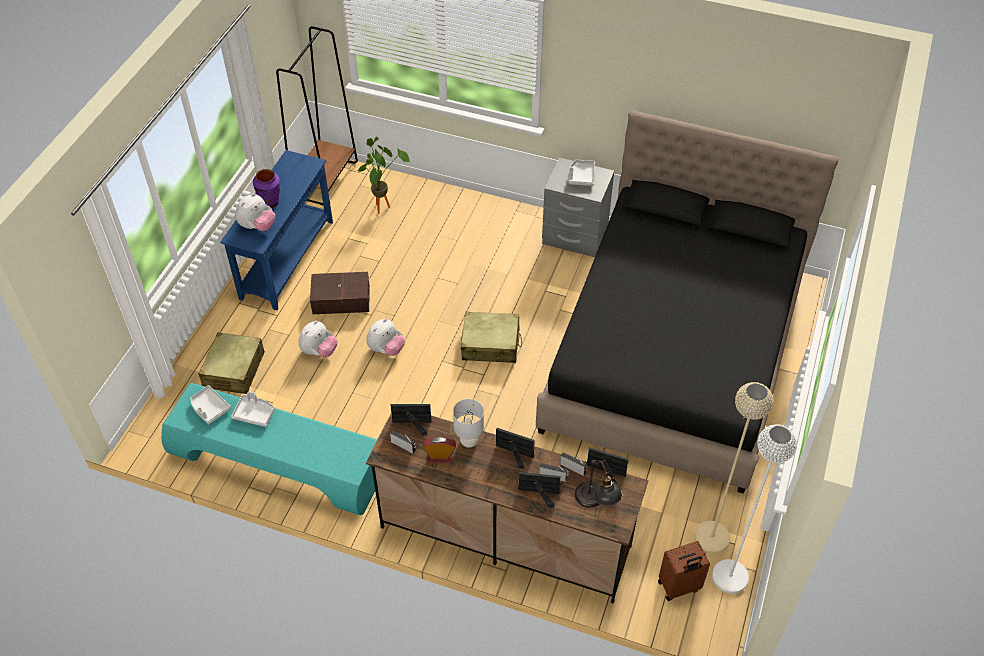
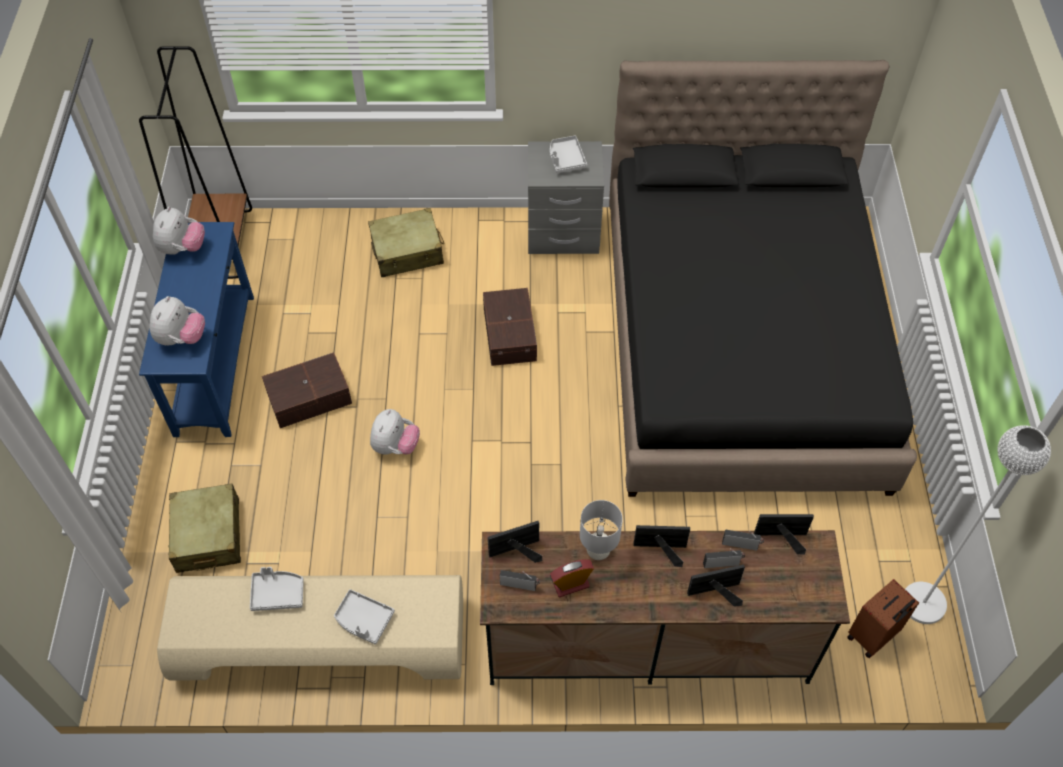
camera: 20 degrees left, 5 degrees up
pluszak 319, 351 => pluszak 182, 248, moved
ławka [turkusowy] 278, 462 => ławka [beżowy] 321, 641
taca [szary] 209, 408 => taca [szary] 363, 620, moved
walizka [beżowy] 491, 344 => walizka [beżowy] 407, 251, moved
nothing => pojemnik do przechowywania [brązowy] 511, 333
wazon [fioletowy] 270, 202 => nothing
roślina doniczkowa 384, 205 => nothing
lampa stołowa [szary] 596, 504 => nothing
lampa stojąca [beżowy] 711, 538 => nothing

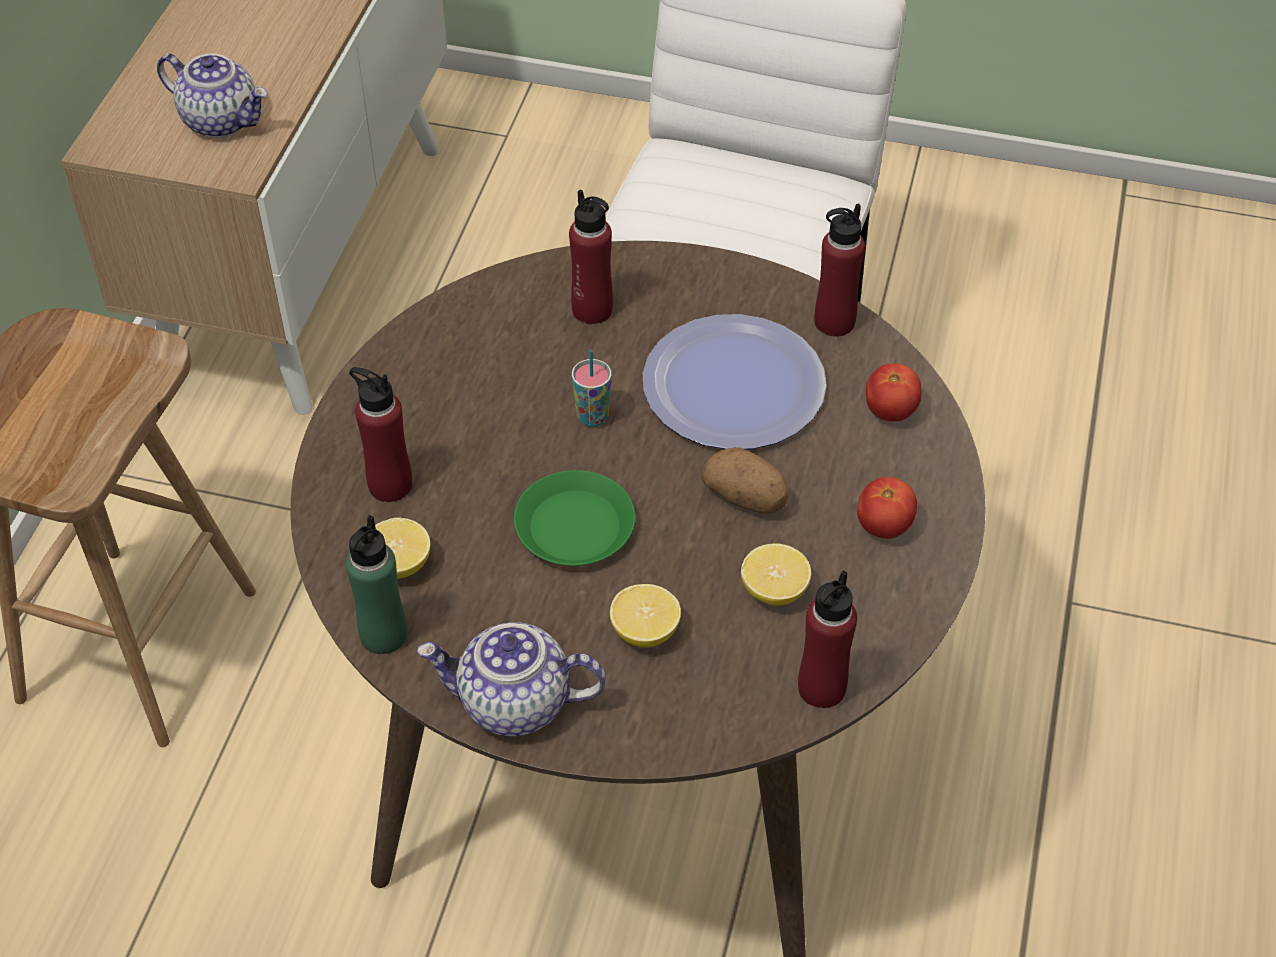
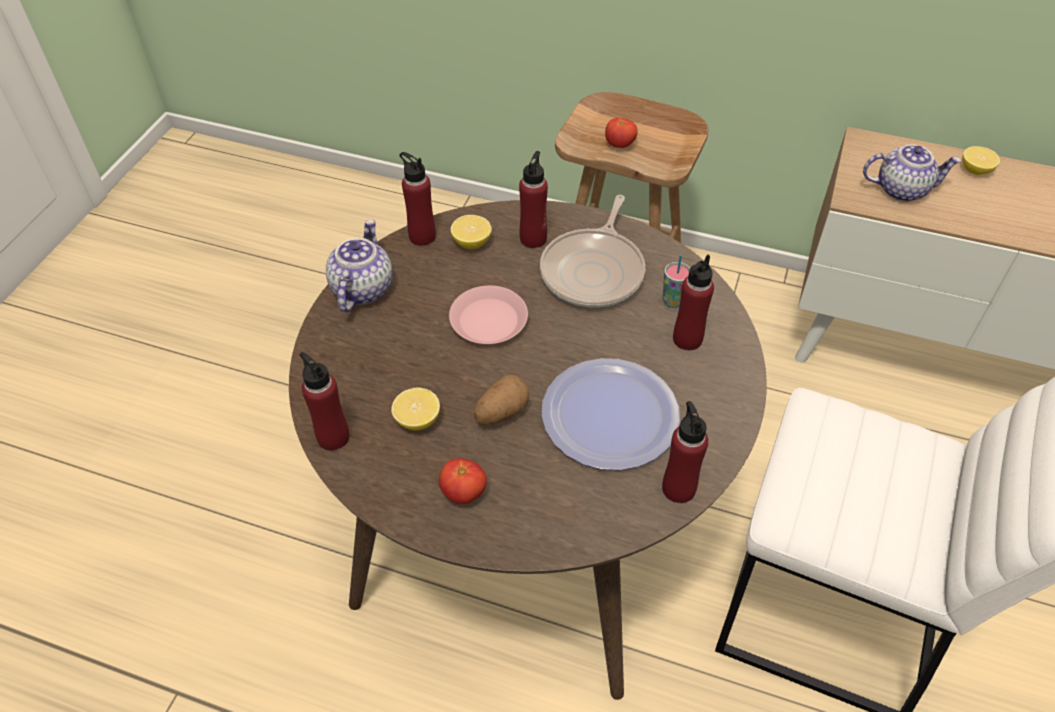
camera: 95 degrees right, 0 degrees up
butelka [zielony] 383, 635 => butelka [czerwony] 422, 236
talerz [zielony] 575, 527 => talerz [różowy] 488, 321
nothing => patelnia 594, 271
pomidor 890, 411 => pomidor 620, 145, moved
filiżanka 592, 417 => filiżanka 672, 301, moved
imbryk 222, 120 => imbryk 902, 189, 120 degrees counterclockwise
cytryna 645, 631 => cytryna 975, 170, moved

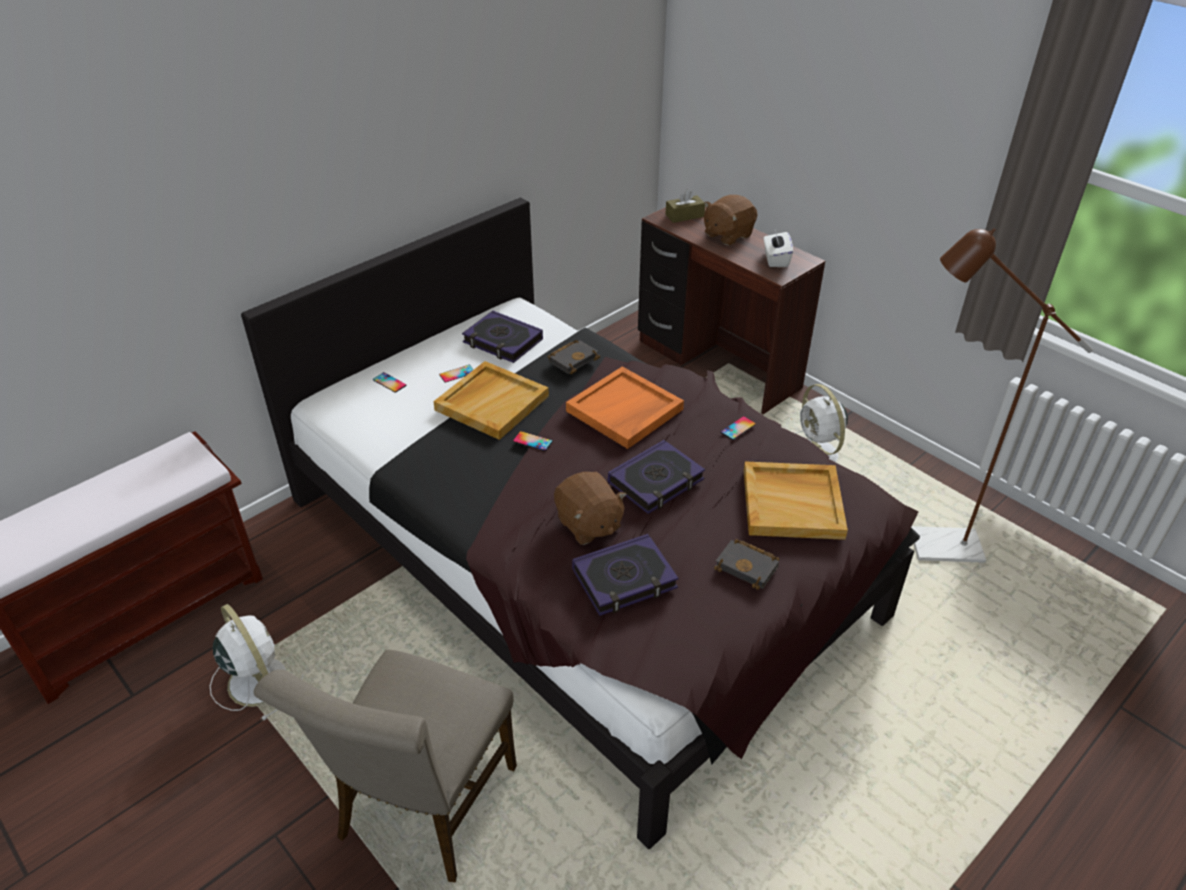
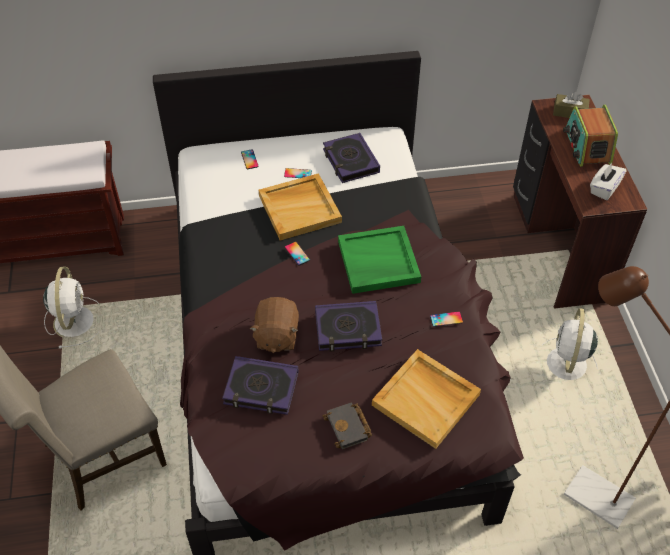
camera: 35 degrees right, 10 degrees up
taca [pomarańczowy] 624, 411 => taca [zielony] 378, 262
pluszak [brązowy] 727, 235 => radio 587, 146
książka [czarny] 573, 359 => nothing

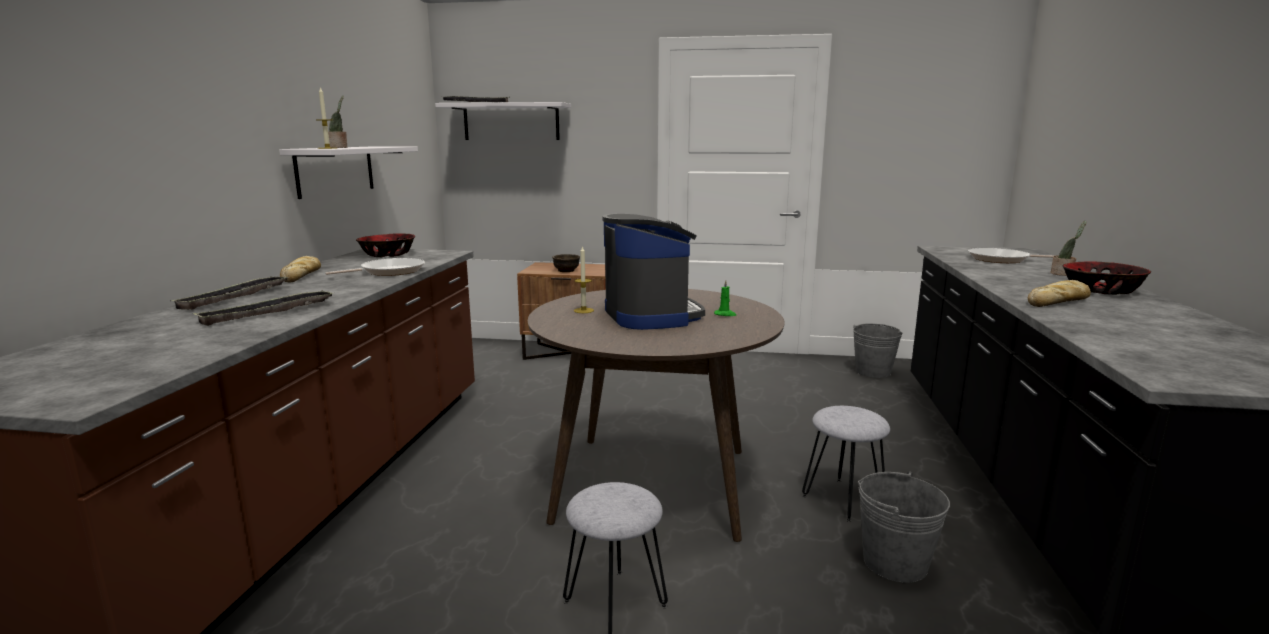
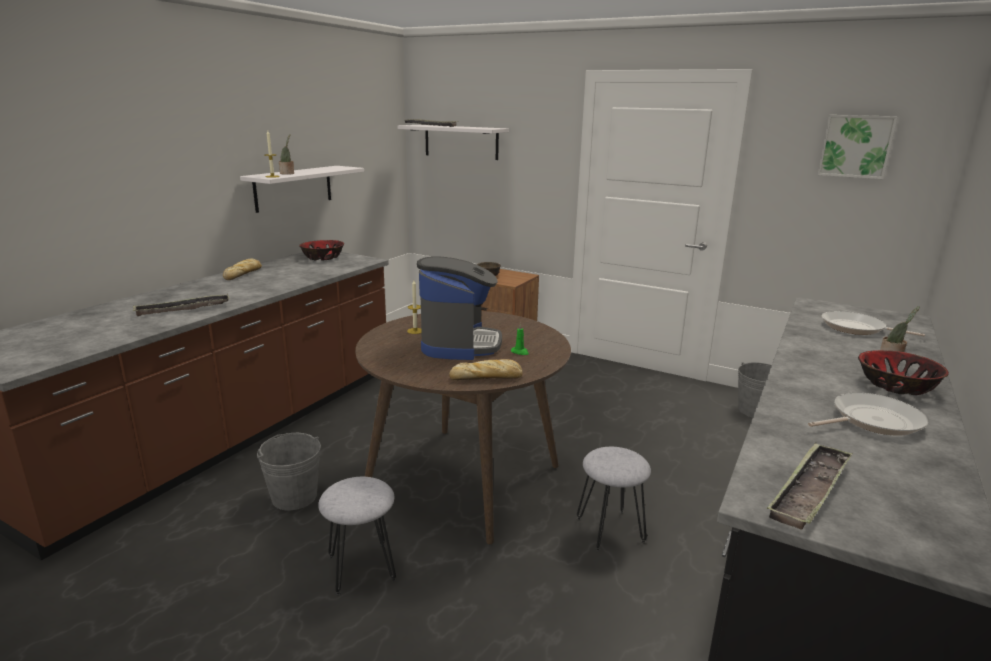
camera: 20 degrees right, 5 degrees up
wiadro [szary] 894, 563 => wiadro [szary] 294, 497, moved
chleb 1058, 301 => chleb 487, 377, moved
taca 235, 297 => taca 809, 490, moved
patelnia 389, 271 => patelnia 871, 420, moved
nothing => obraz 856, 146

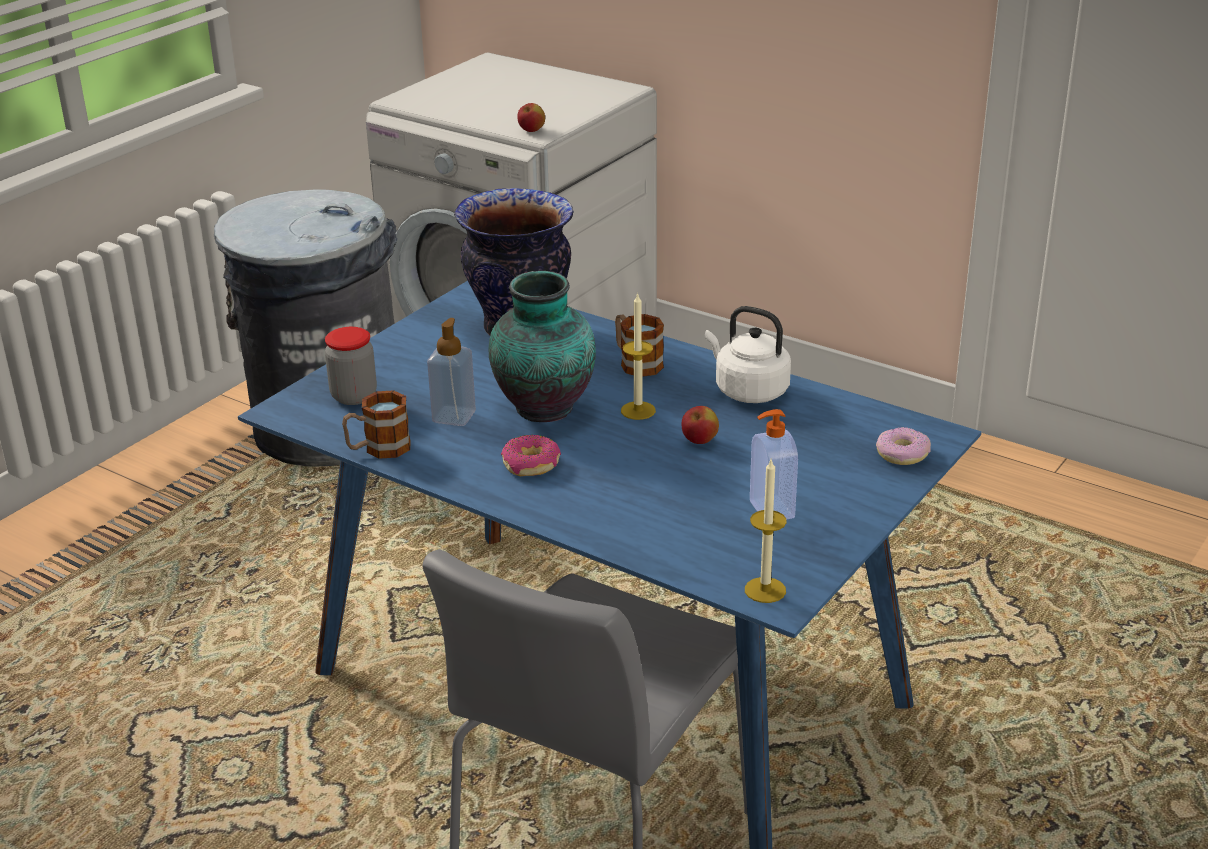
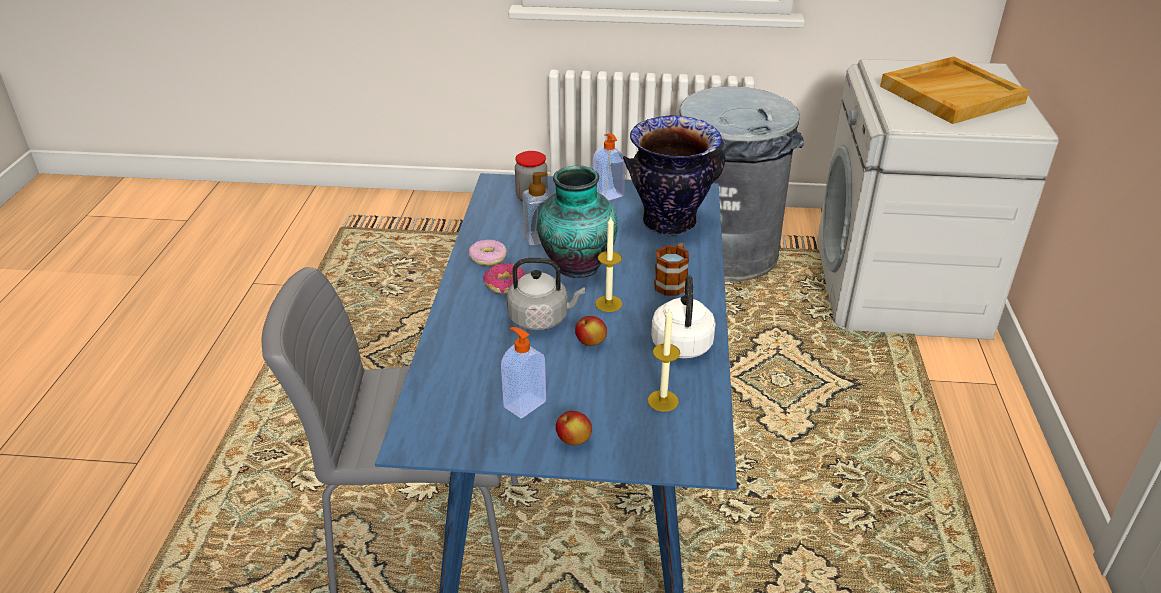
camera: 60 degrees right, 5 degrees up
donut 902, 454 => donut 488, 257, moved
nothing => czajnik [szary] 542, 319
jabłko 531, 131 => jabłko 573, 440, moved
nothing => dozownik mydła 608, 196
świeca 765, 590 => świeca 663, 401, moved
nothing => taca [beżowy] 951, 94
kubek 378, 449 => nothing

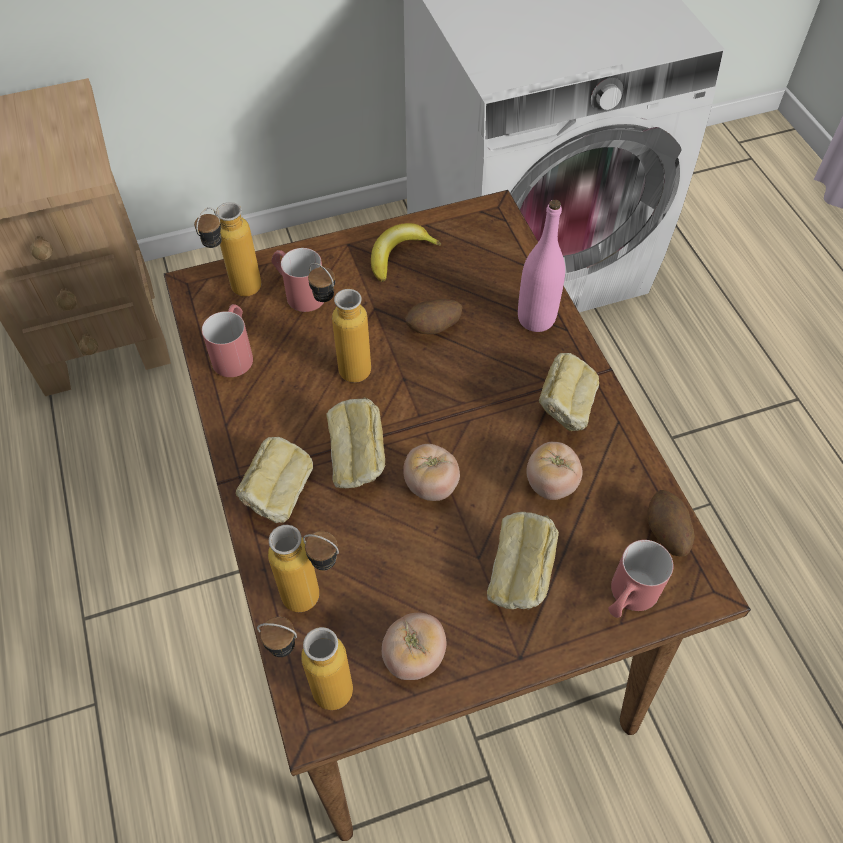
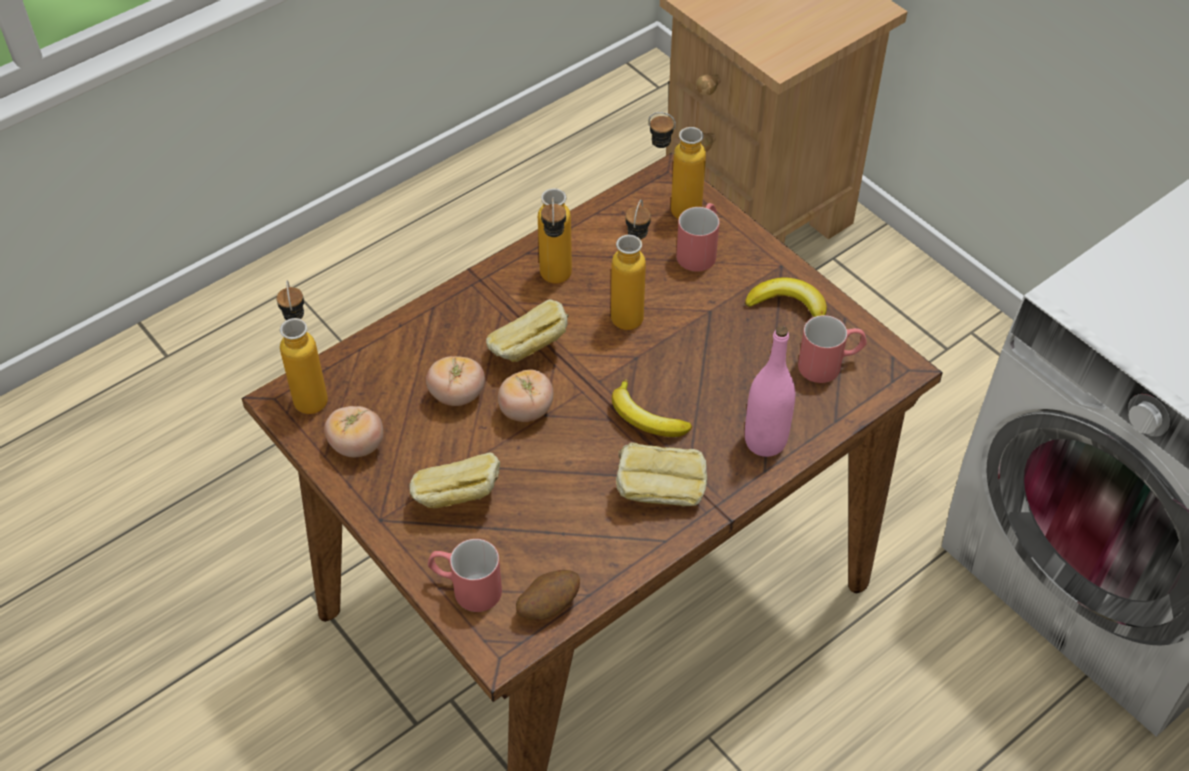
camera: 70 degrees right, 5 degrees down
pomidor 551, 483 => pomidor 457, 395, moved
butelka 315, 600 => butelka 555, 283, moved
nothing => banan 645, 418
kubek [czerwony] 235, 352 => kubek [czerwony] 830, 364, moved
chleb 279, 496 => nothing
ziemniak 434, 328 => nothing

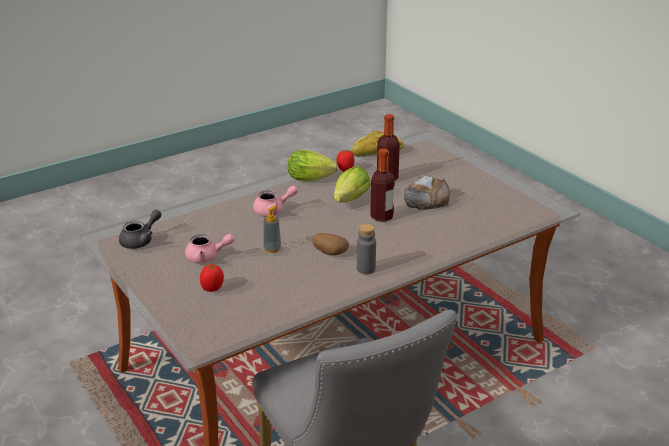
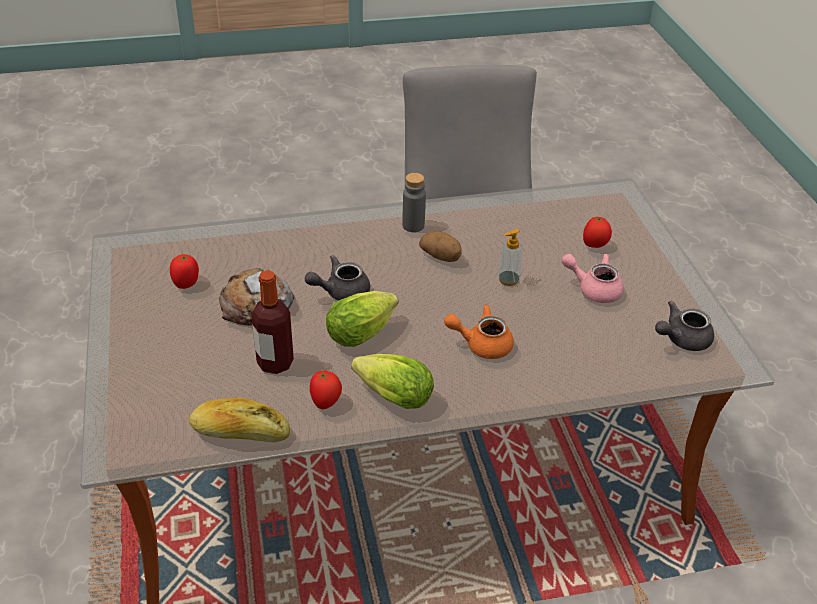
camera: 160 degrees left, 10 degrees up
nothing => pomidor 186, 283
butelka 382, 217 => imbryk [szary] 340, 292
imbryk [różowy] 273, 210 => imbryk [pomarańczowy] 481, 344

